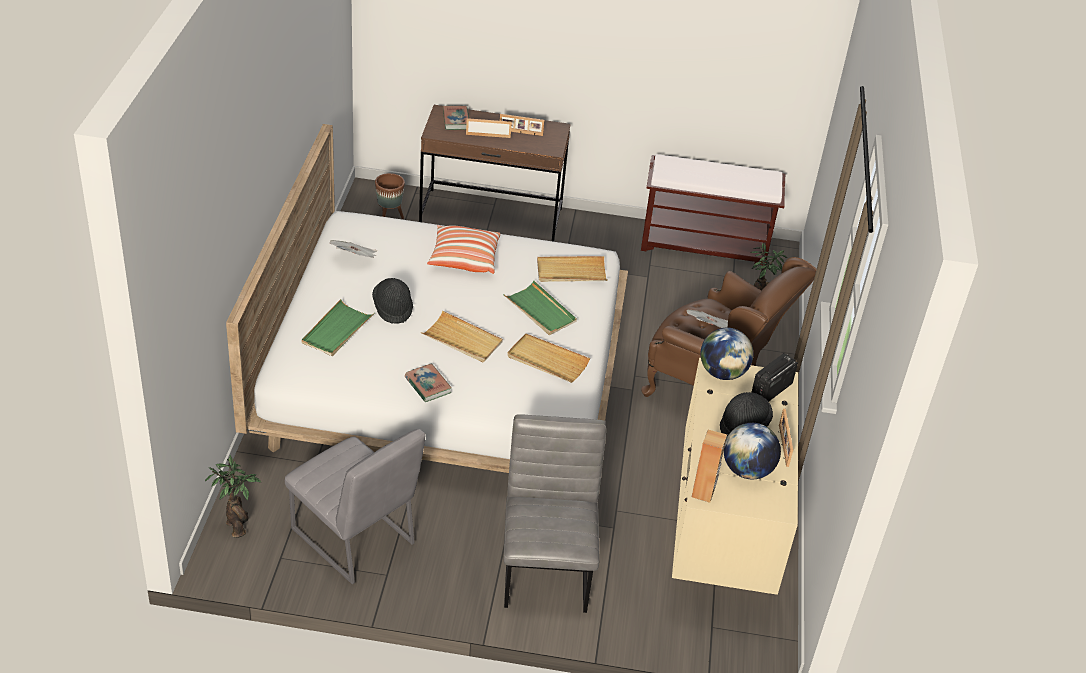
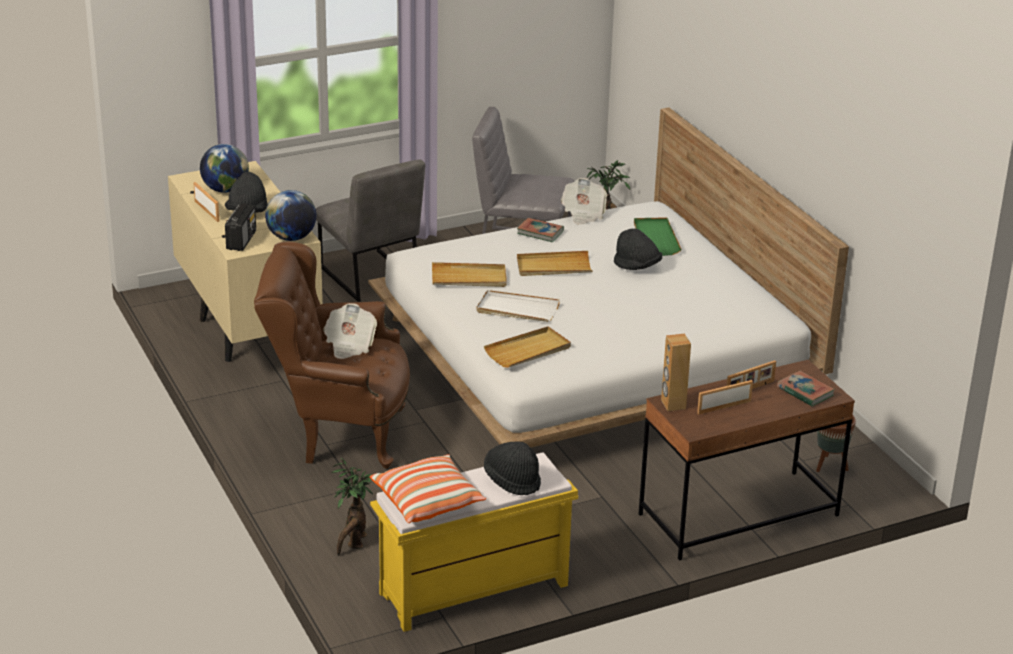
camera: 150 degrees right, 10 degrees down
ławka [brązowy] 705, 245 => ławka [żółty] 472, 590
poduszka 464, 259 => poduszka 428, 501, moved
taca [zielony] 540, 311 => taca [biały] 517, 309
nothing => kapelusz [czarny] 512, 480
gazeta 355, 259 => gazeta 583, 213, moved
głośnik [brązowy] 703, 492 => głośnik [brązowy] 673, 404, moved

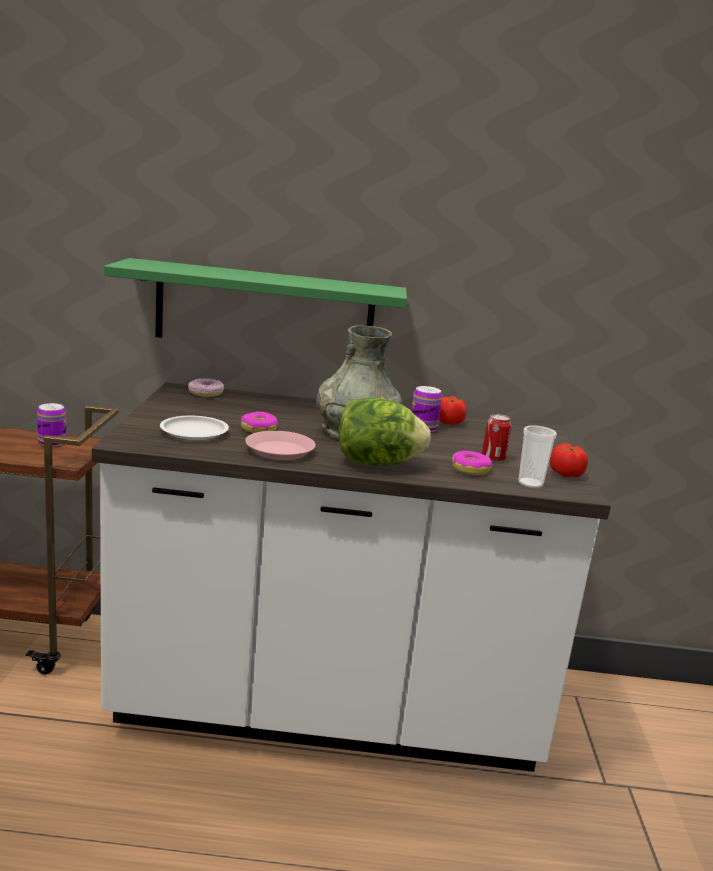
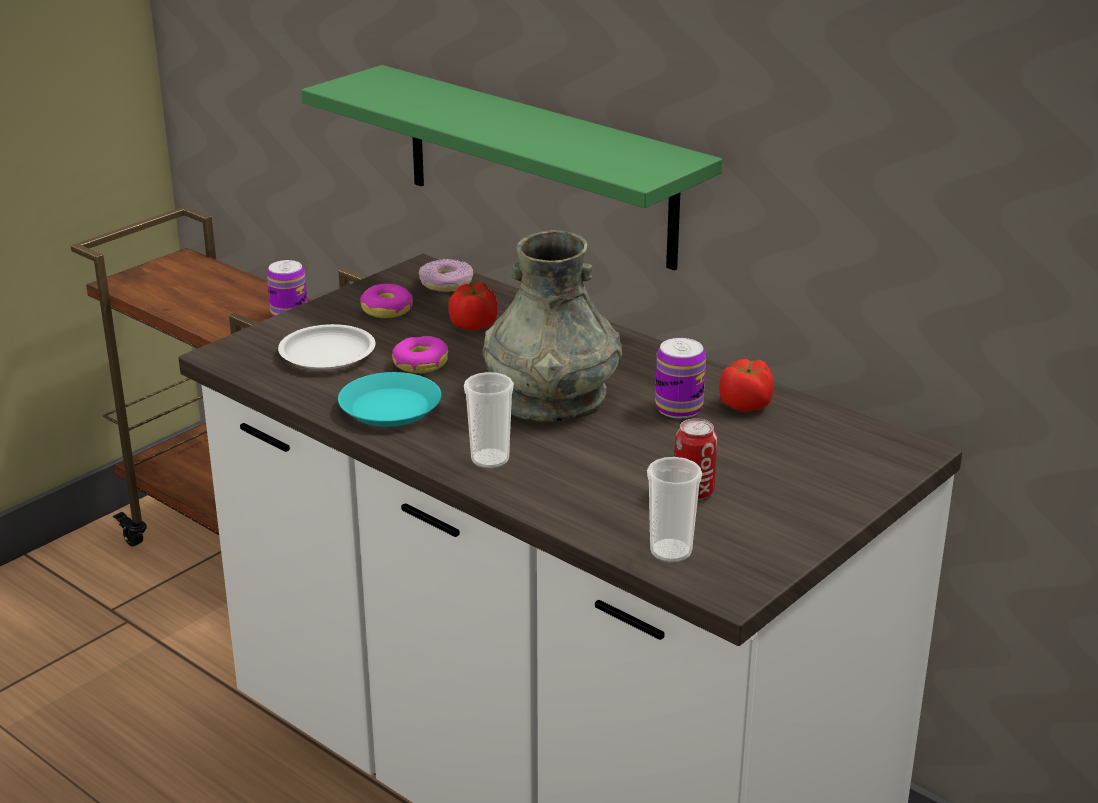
camera: 40 degrees right, 10 degrees up
talerz [różowy] 279, 451 => talerz [turkusowy] 389, 408
donut 470, 469 => donut 387, 309, moved
pomidor 566, 474 => pomidor 474, 325, moved
sałata 377, 463 => filiżanka 490, 459

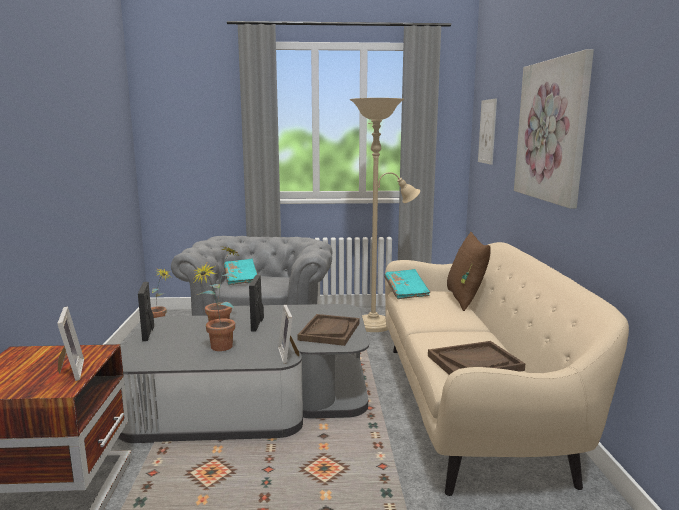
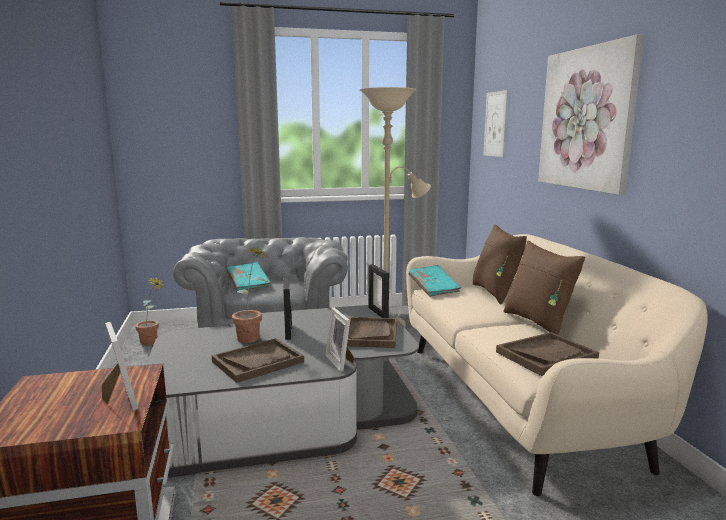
camera: 10 degrees left, 0 degrees up
roślina doniczkowa 217, 349 => taca [brązowy] 258, 362
ramka na zdjęcie 148, 333 => ramka na zdjęcie 379, 313, moved
nothing => poduszka [brązowy] 537, 323

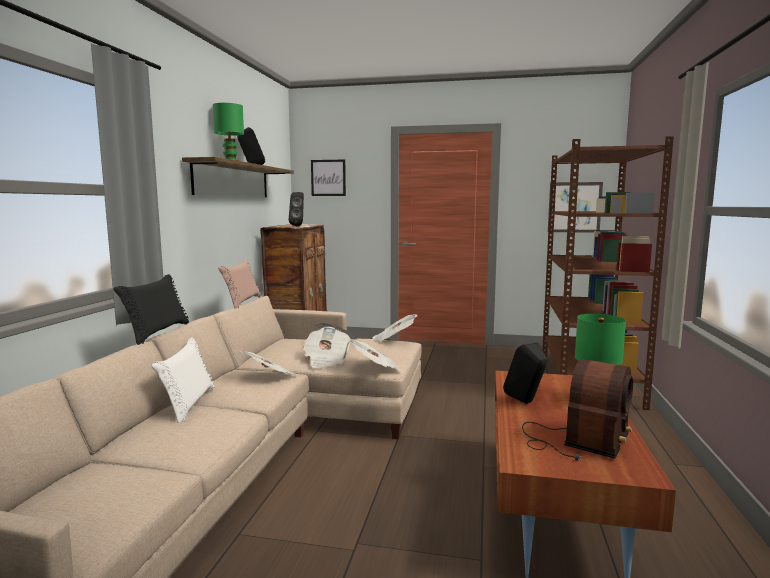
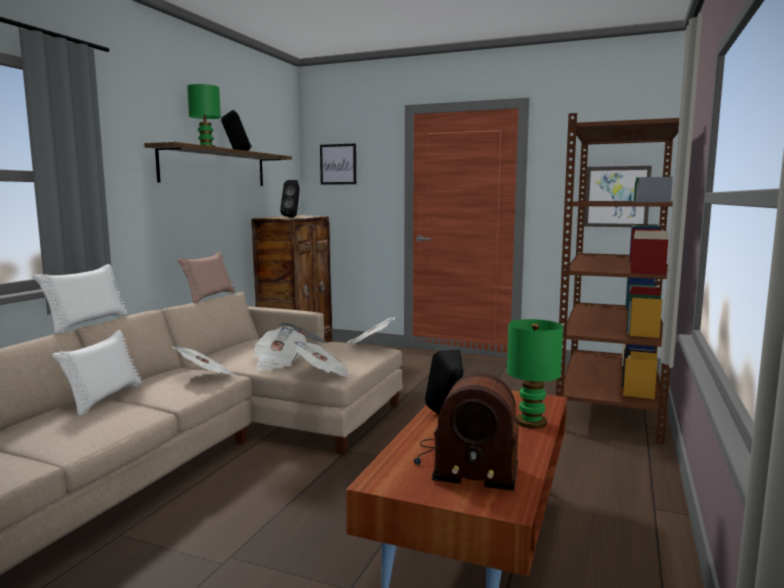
camera: 10 degrees right, 0 degrees up
poduszka [czarny] 157, 333 => poduszka [biały] 87, 324
radio 576, 441 => radio 464, 464, 60 degrees clockwise

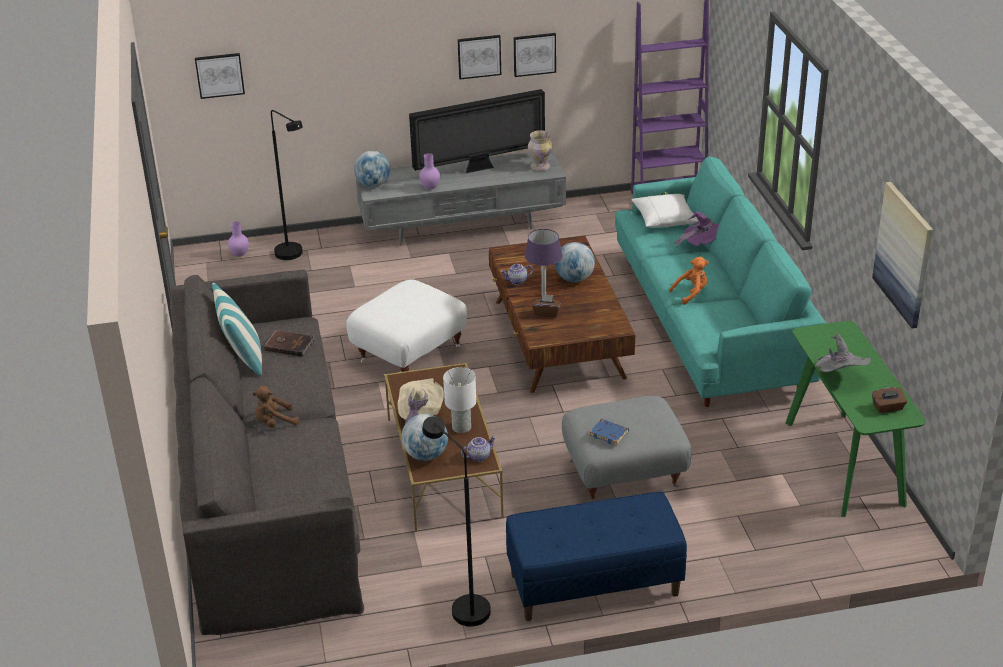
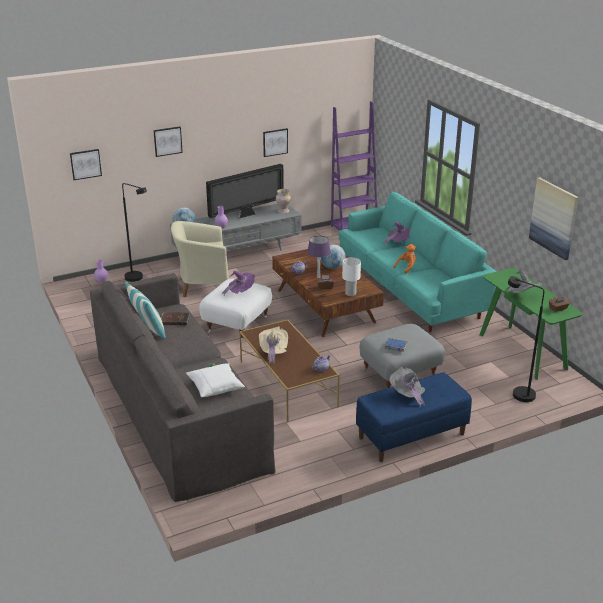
camera: 15 degrees left, 5 degrees down
obraz 479, 56 => obraz 167, 141, moved
nothing => fotel [beżowy] 202, 285
poduszka [biały] 665, 220 => poduszka [biały] 215, 387, moved
nothing => kapelusz [fioletowy] 241, 292
lampa stołowa [biały] 461, 428 => lampa stołowa [biały] 350, 293, moved
nothing => kapelusz [szary] 407, 395
lampa stojąca [czarny] 463, 606 => lampa stojąca [czarny] 517, 393, moved
pluszak [brązowy] 275, 423 => nothing
globus 426, 455 => nothing

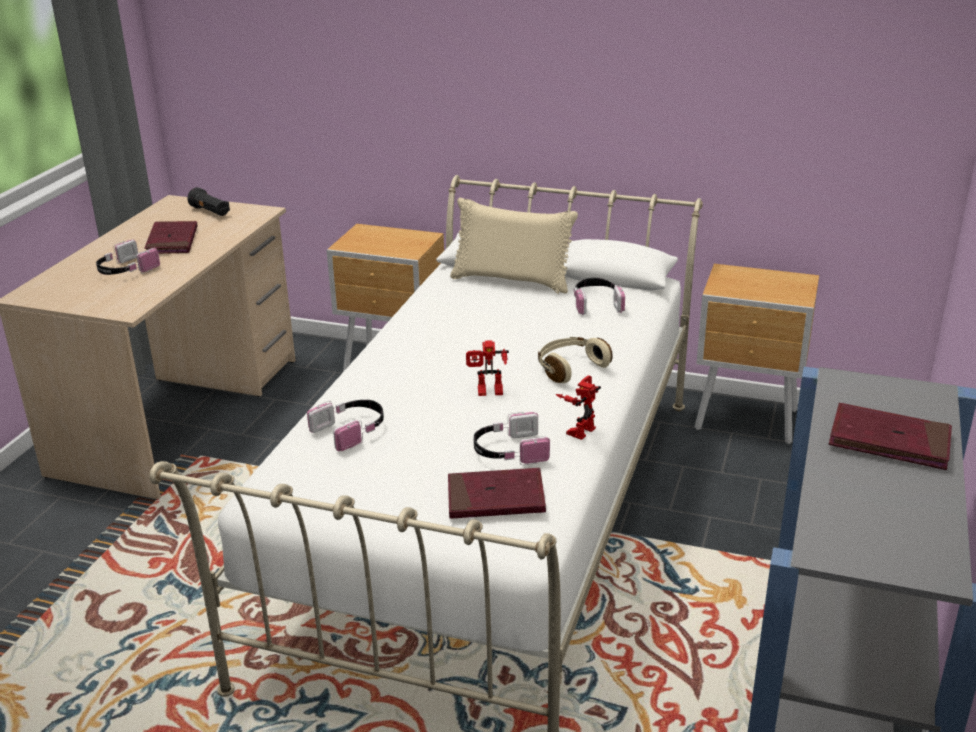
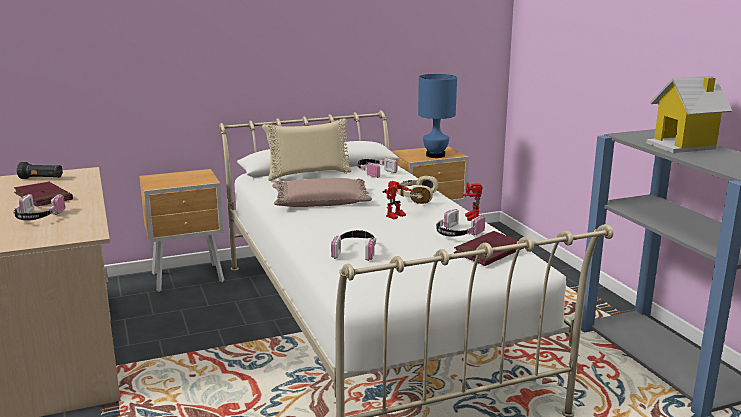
camera: 40 degrees left, 10 degrees down
nothing => poduszka [beżowy] 321, 200
nothing => lampa stołowa [niebieski] 436, 155
książka [czerwony] 889, 441 => domek 683, 146

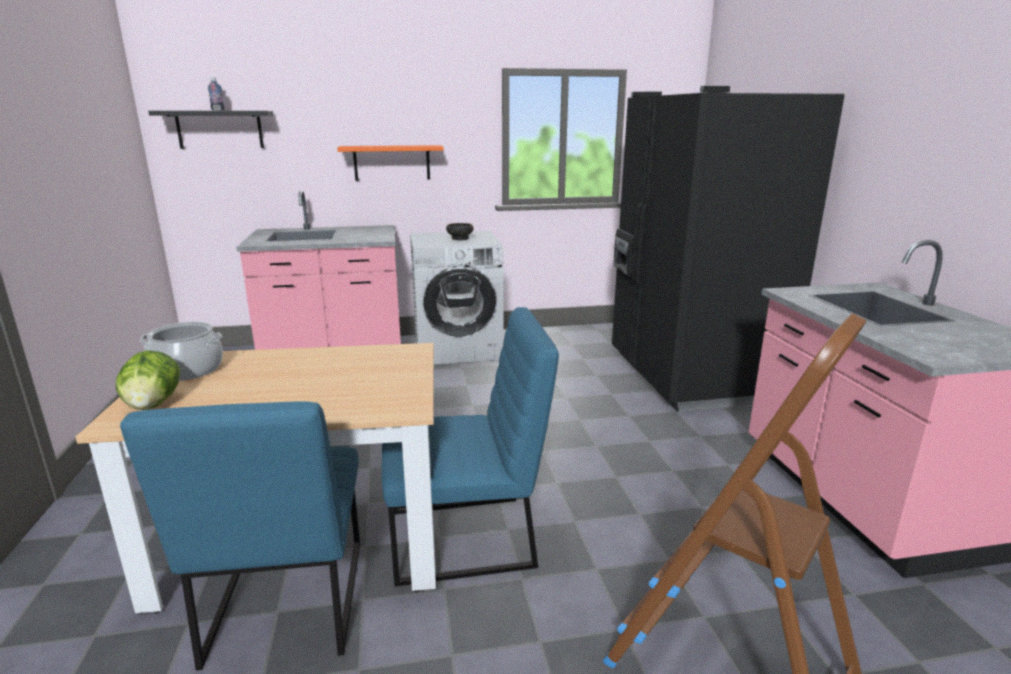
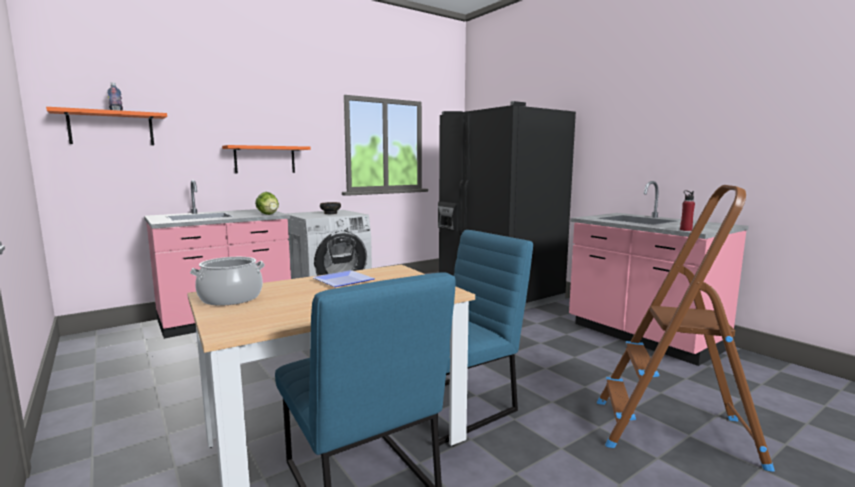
camera: 25 degrees left, 10 degrees down
półka [czarny] 220, 129 => półka [pomarańczowy] 111, 128
sałata 153, 405 => sałata 268, 214, moved
nothing => talerz 343, 282
nothing => butelka [czerwony] 685, 230

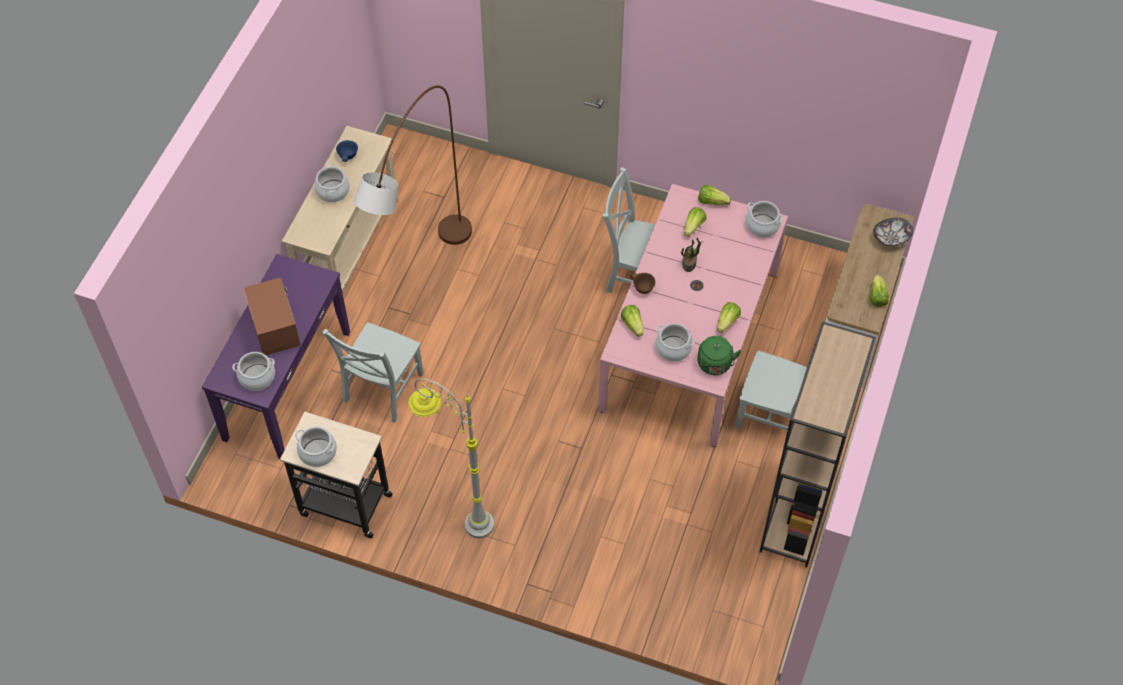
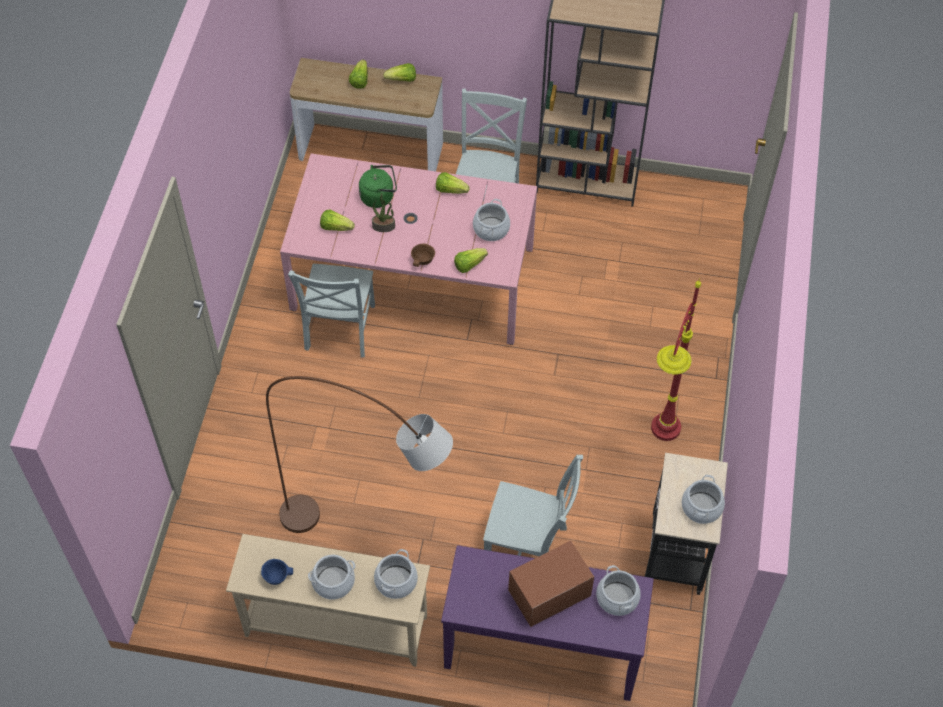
camera: 100 degrees left, 0 degrees up
sałata 712, 201 => sałata 360, 80, moved
czajnik [zielony] 715, 365 => czajnik [zielony] 379, 196, moved
garnek 762, 225 => garnek 396, 581, moved
lampa stojąca [szary] 458, 513 => lampa stojąca [czerwony] 657, 448
miska 891, 238 => nothing

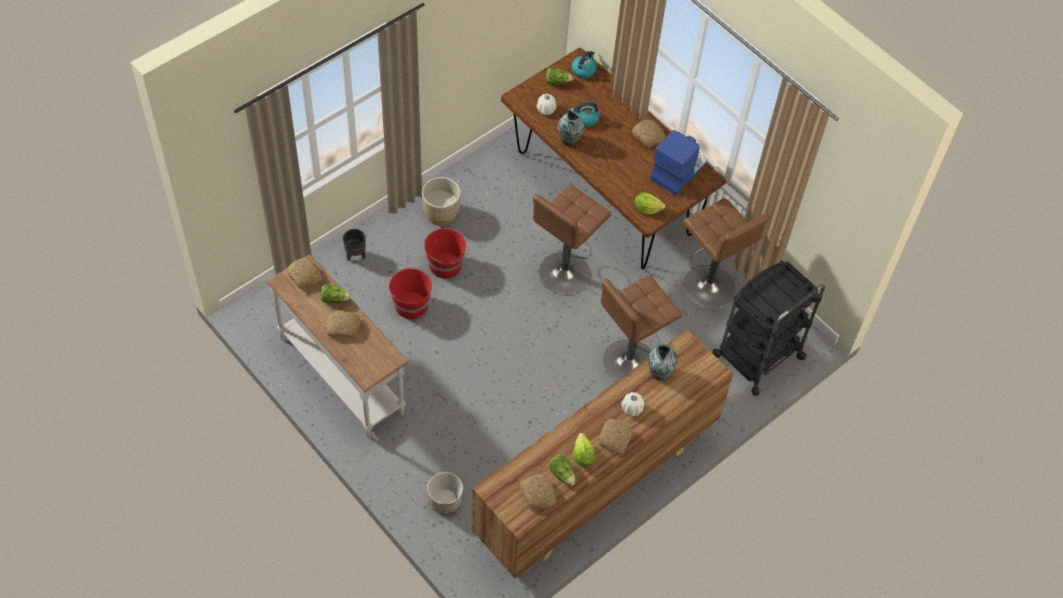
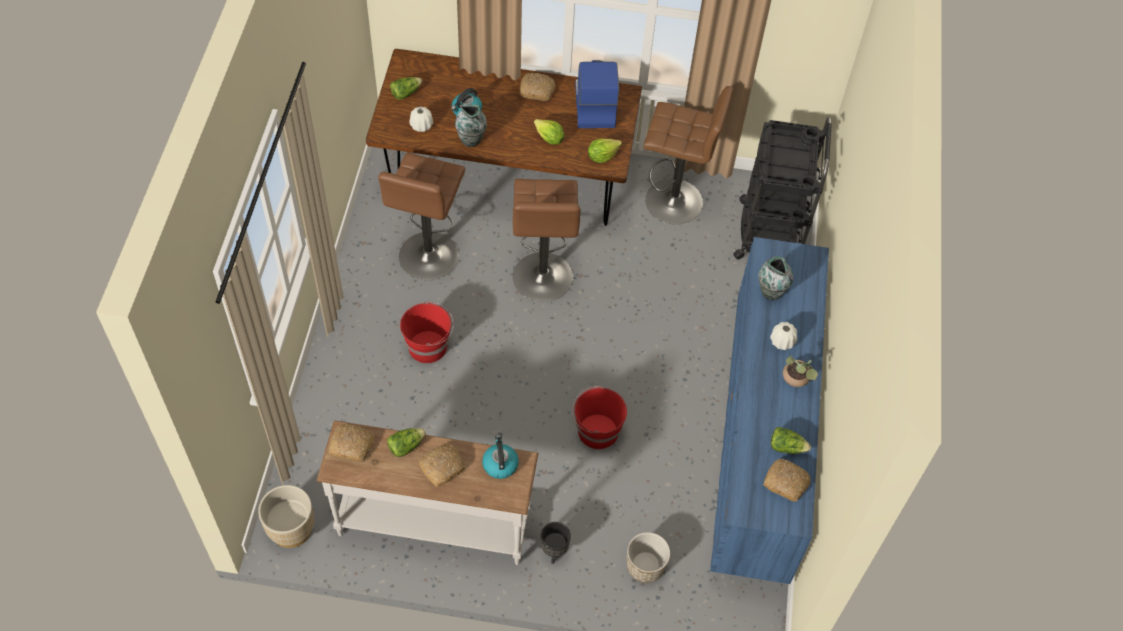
camera: 40 degrees left, 0 degrees up
donica [beżowy] 441, 214 => donica [beżowy] 291, 529, moved
stołek [brązowy] 628, 362 => stołek [brązowy] 428, 256, moved
czajnik 583, 70 => czajnik 500, 464, moved
sałata 582, 456 => sałata 549, 139, moved
donica [czarny] 356, 255 => donica [czarny] 554, 551, moved
wiadro [czerwony] 410, 305 => wiadro [czerwony] 597, 431, moved
szafka [brązowy] 596, 487 => szafka [niebieski] 758, 448
chleb 615, 439 => roślina doniczkowa 796, 379

